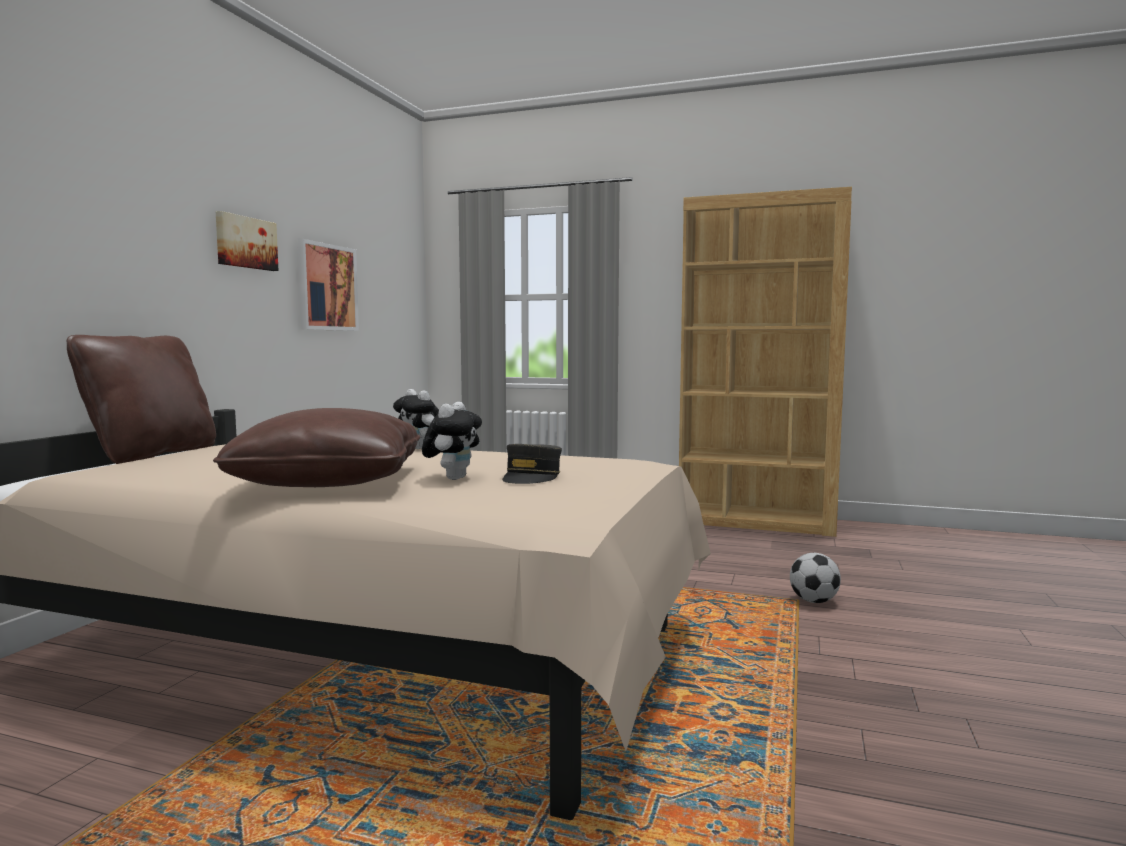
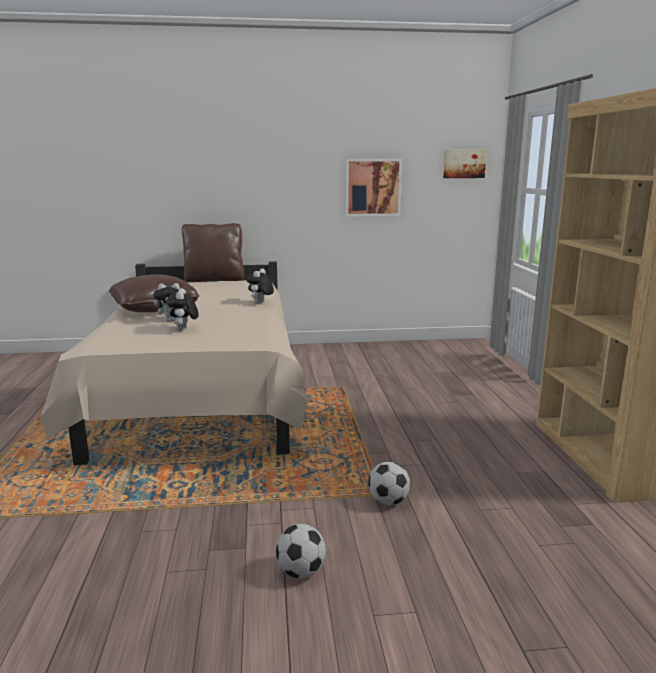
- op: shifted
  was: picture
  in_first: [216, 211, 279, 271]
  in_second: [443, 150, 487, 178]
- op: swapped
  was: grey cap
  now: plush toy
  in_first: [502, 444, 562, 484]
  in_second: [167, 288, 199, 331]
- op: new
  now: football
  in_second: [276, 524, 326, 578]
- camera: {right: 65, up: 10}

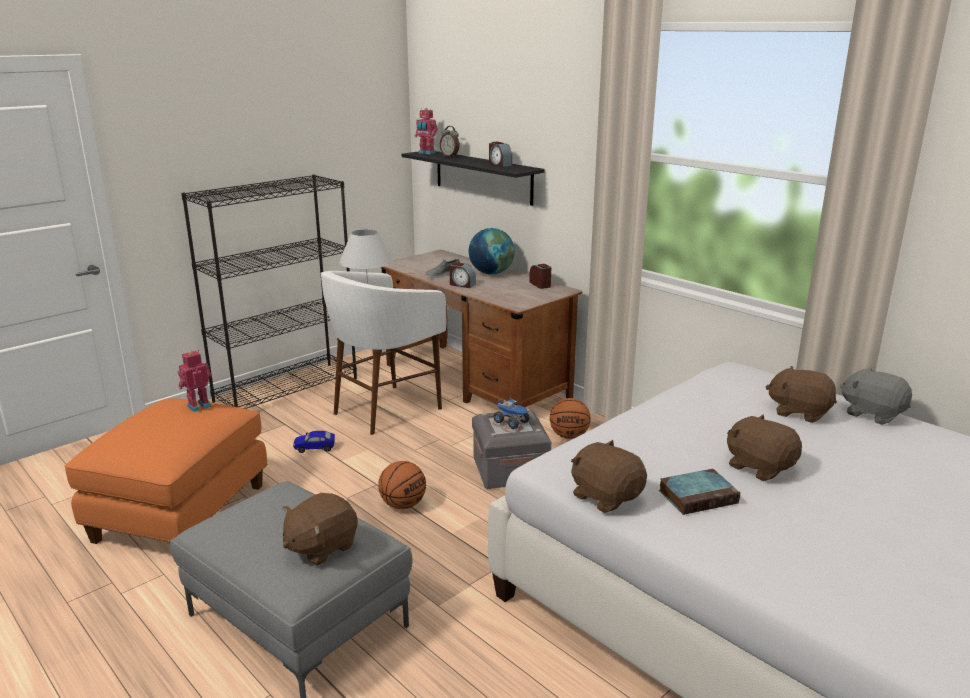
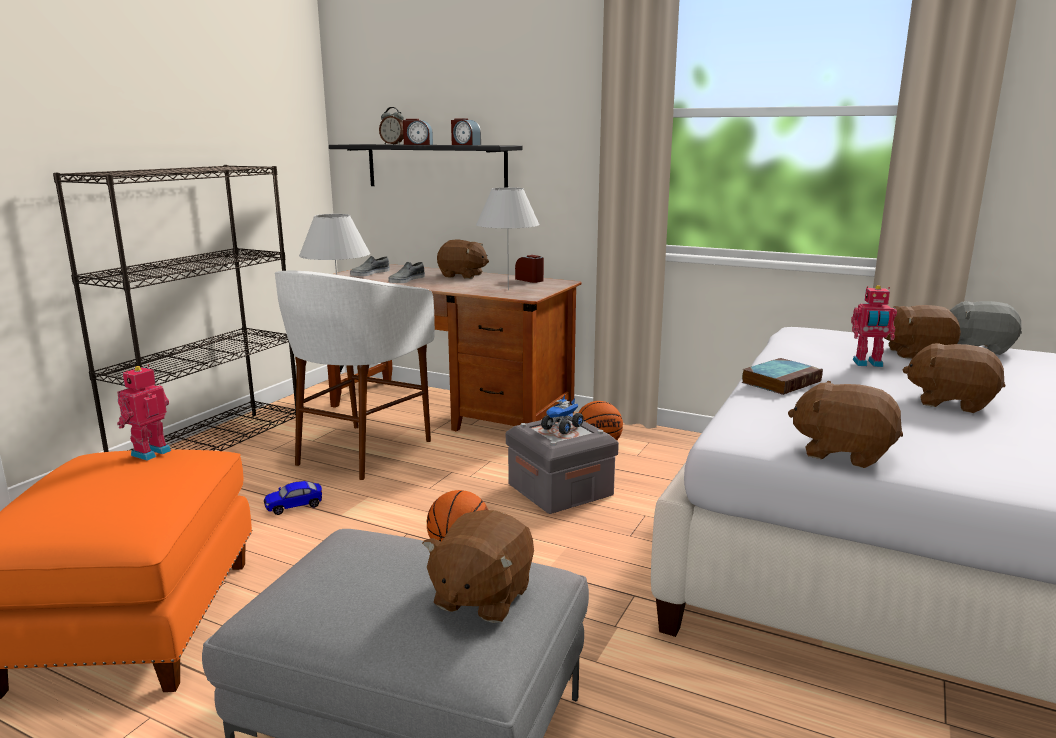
- op: shifted
  was: toy robot
  in_first: [415, 108, 438, 154]
  in_second: [851, 285, 897, 367]
- op: shifted
  was: alarm clock
  in_first: [450, 262, 475, 288]
  in_second: [403, 119, 433, 145]
- op: swapped
  was: globe
  now: brown plush toy
  in_first: [469, 228, 515, 275]
  in_second: [437, 240, 489, 279]
- op: rotated
  was: toy truck
  in_first: [493, 397, 530, 429]
  in_second: [541, 395, 584, 434]
  clockwise: 105
- op: shifted
  was: book
  in_first: [659, 469, 740, 515]
  in_second: [741, 358, 823, 395]
- op: new
  now: grey shoe
  in_second: [350, 256, 390, 276]
- op: new
  now: white table lamp
  in_second: [476, 187, 539, 290]
- camera: {right: -20, up: -5}

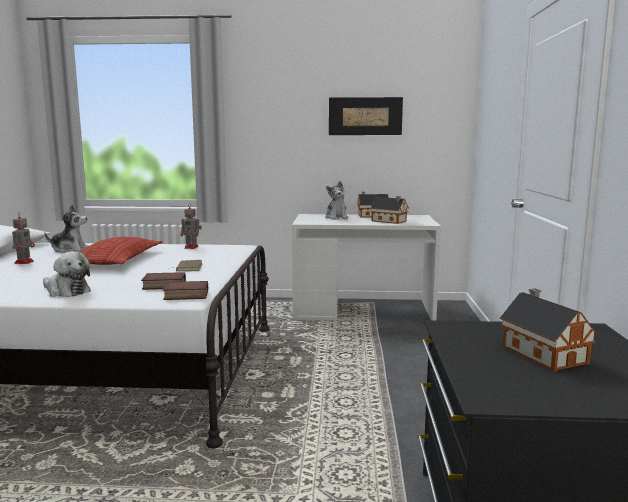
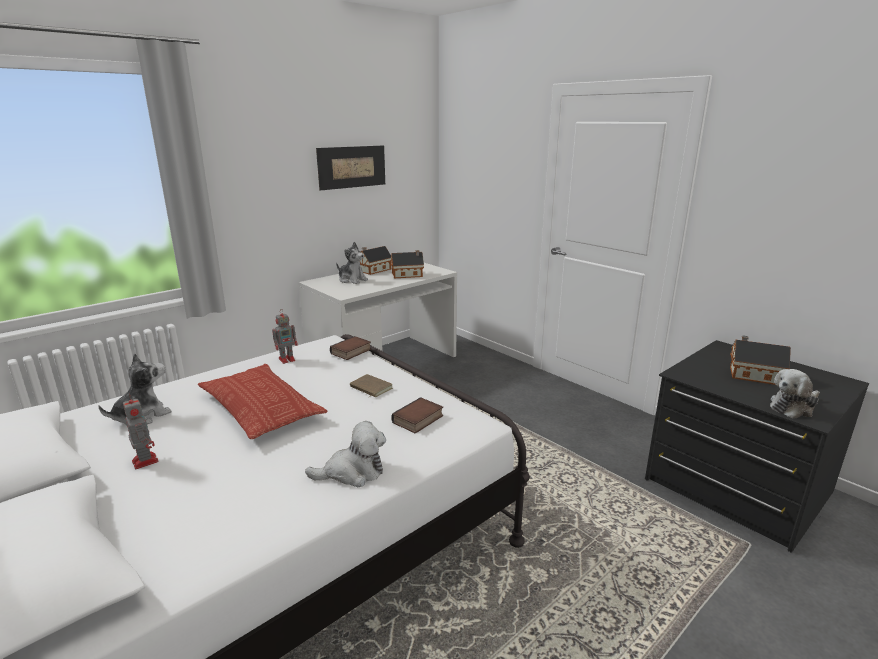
- op: shifted
  was: book
  in_first: [163, 281, 208, 300]
  in_second: [330, 336, 371, 360]
- op: new
  now: plush toy
  in_second: [770, 369, 820, 418]
- camera: {right: -45, up: 10}

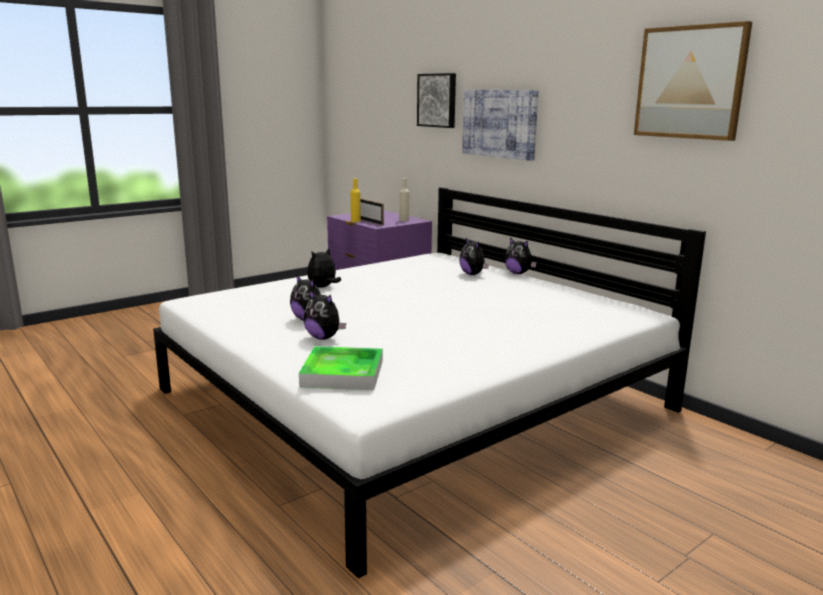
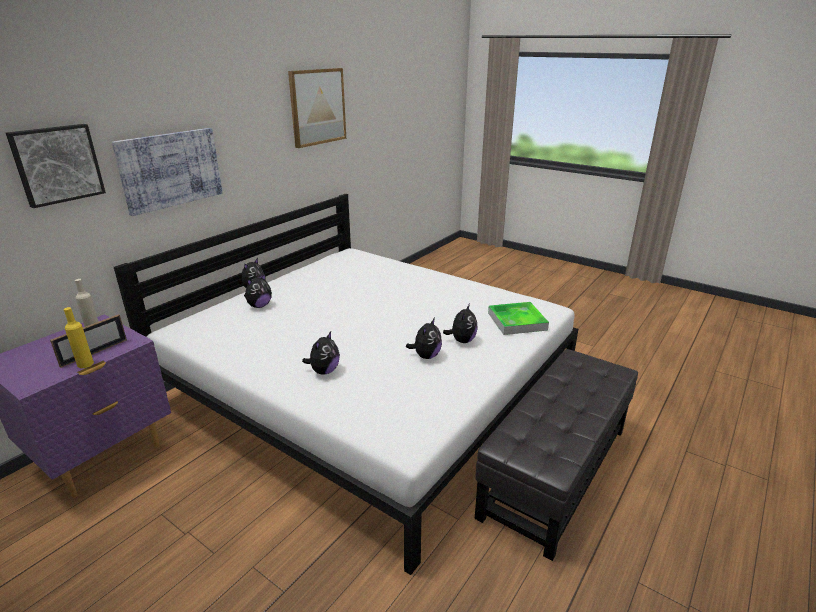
- op: rotated
  was: plush toy
  in_first: [307, 248, 341, 288]
  in_second: [302, 332, 340, 374]
  clockwise: -90
- op: new
  now: black ottoman
  in_second: [475, 349, 638, 561]
- camera: {right: -105, up: 10}

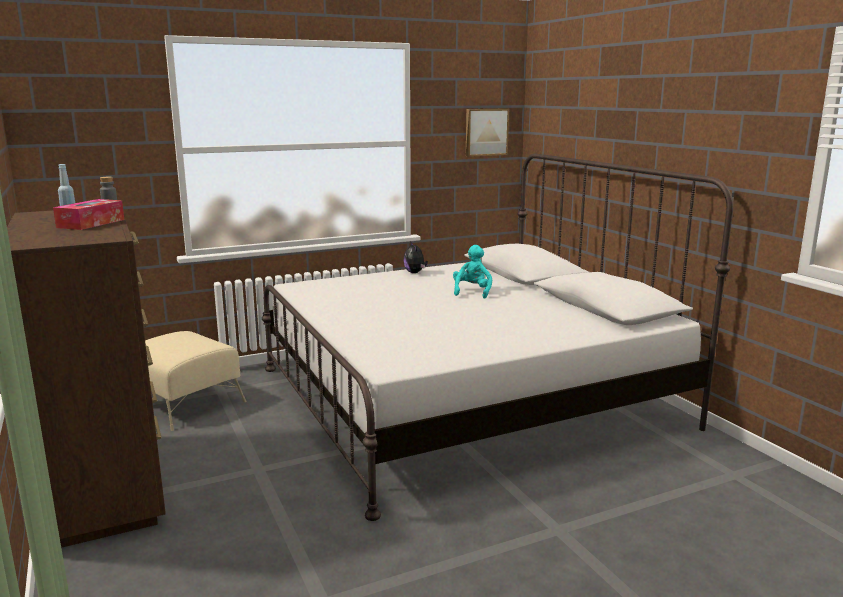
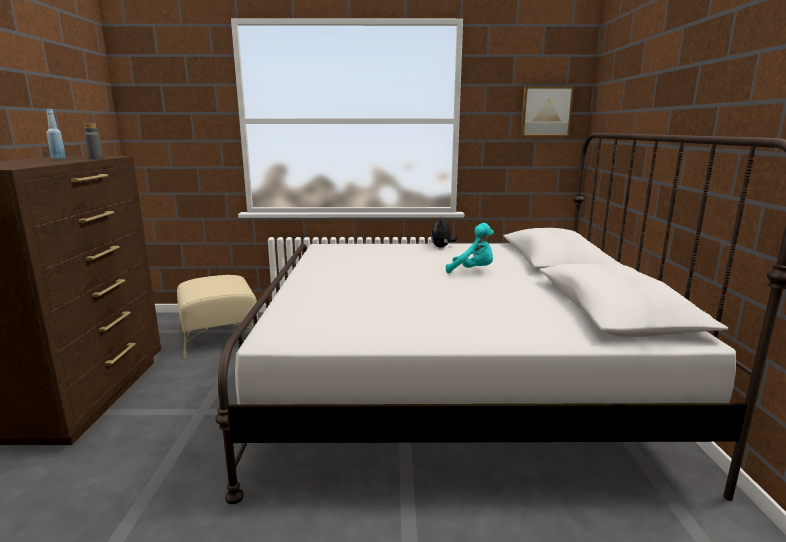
- op: gone
  was: tissue box
  in_first: [53, 199, 124, 230]
- op: rotated
  was: turquoise plush toy
  in_first: [453, 245, 492, 299]
  in_second: [446, 223, 494, 273]
  clockwise: 75
- camera: {right: 25, up: 0}

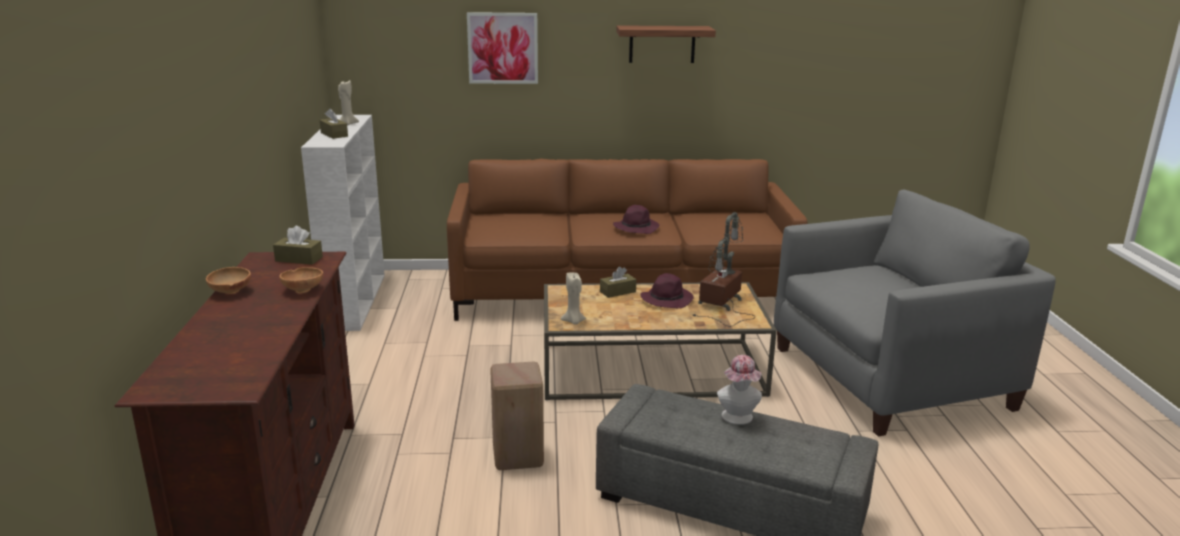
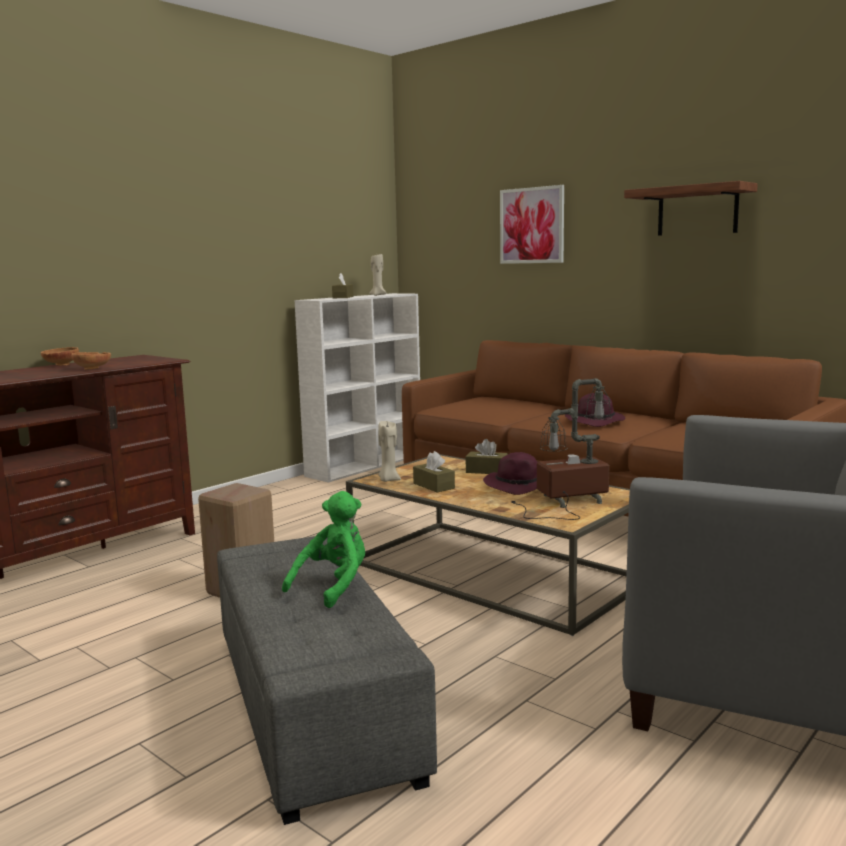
- op: shifted
  was: brown tissue box
  in_first: [273, 226, 323, 265]
  in_second: [413, 451, 455, 492]
- op: swapped
  was: hat
  now: green plush toy
  in_first: [717, 355, 762, 425]
  in_second: [282, 491, 365, 608]
- camera: {right: 45, up: -10}

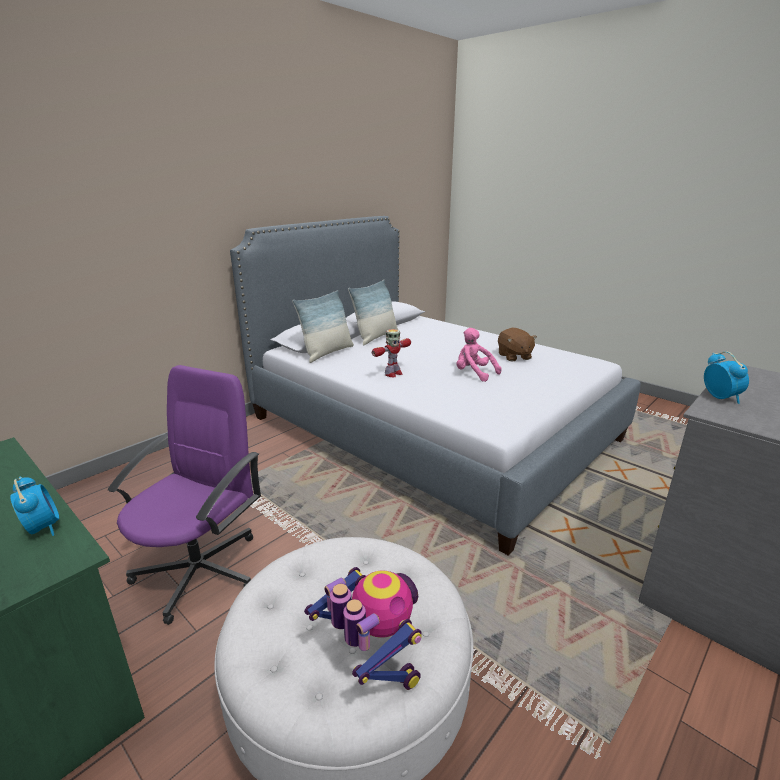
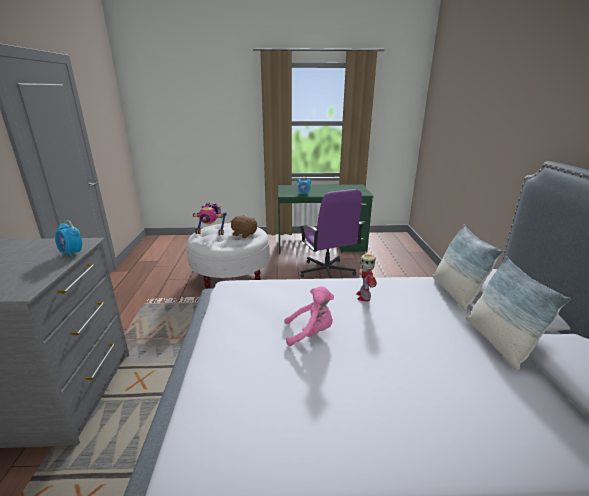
- op: shifted
  was: brown plush toy
  in_first: [498, 328, 537, 362]
  in_second: [231, 215, 257, 238]
- camera: {right: 135, up: 0}

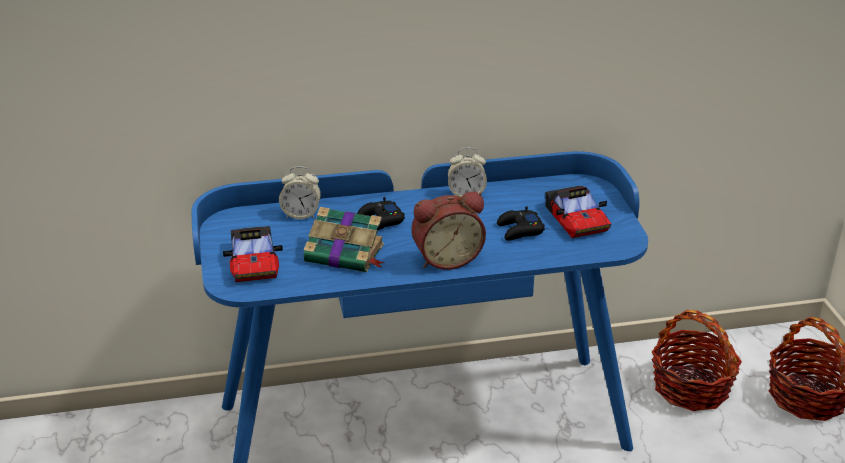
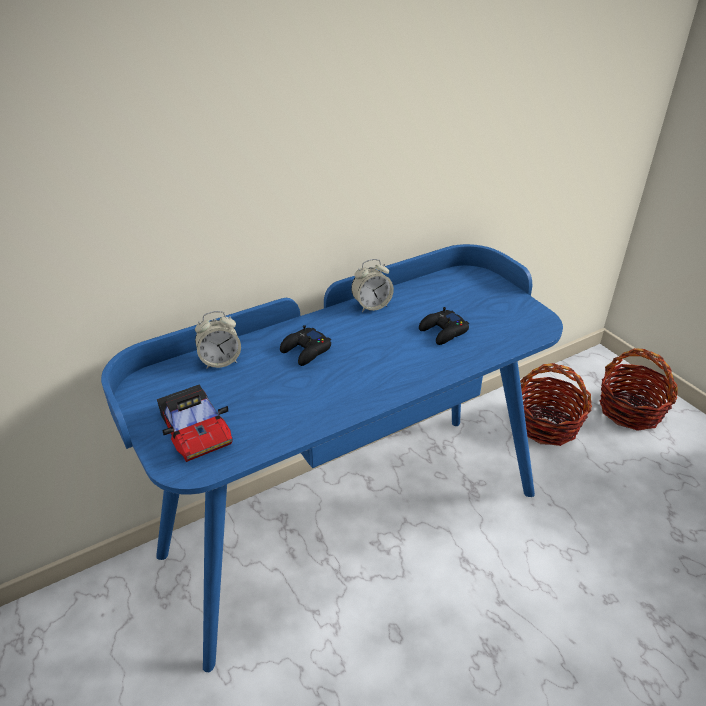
- op: gone
  was: book
  in_first: [304, 207, 385, 272]
- op: gone
  was: alarm clock
  in_first: [412, 192, 486, 270]
- op: gone
  was: toy car
  in_first: [545, 186, 611, 238]
- camera: {right: -20, up: 5}

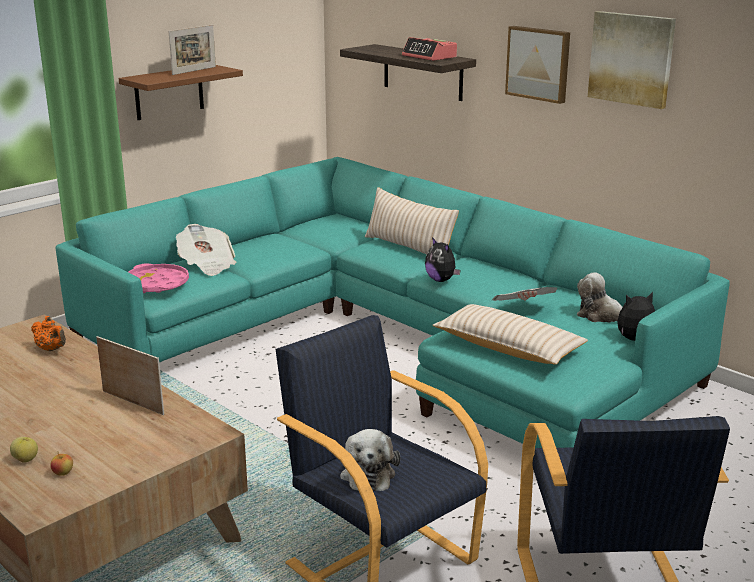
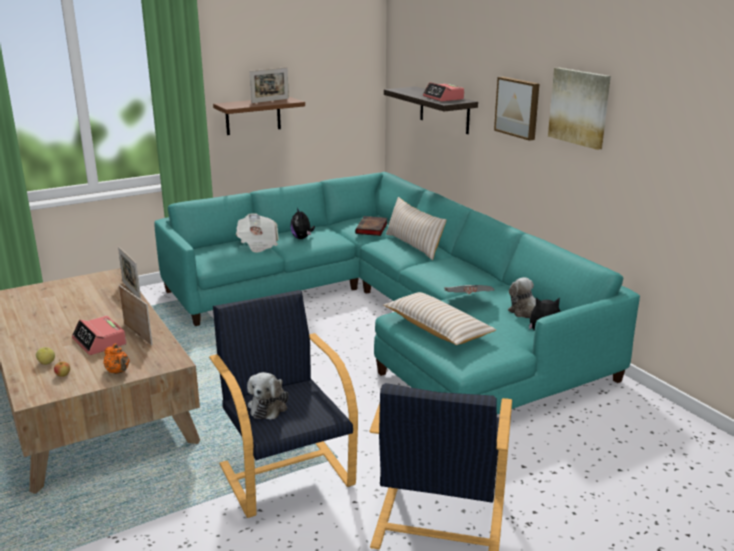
- op: shifted
  was: orange teapot
  in_first: [31, 316, 66, 351]
  in_second: [103, 343, 129, 374]
- op: gone
  was: pink tray
  in_first: [128, 263, 189, 293]
- op: shifted
  was: plush toy
  in_first: [425, 237, 461, 282]
  in_second: [290, 208, 315, 239]
- op: new
  now: alarm clock
  in_second: [72, 316, 127, 355]
- op: new
  now: picture frame
  in_second: [118, 246, 141, 299]
- op: new
  now: book
  in_second: [355, 216, 388, 236]
- camera: {right: 15, up: 0}

